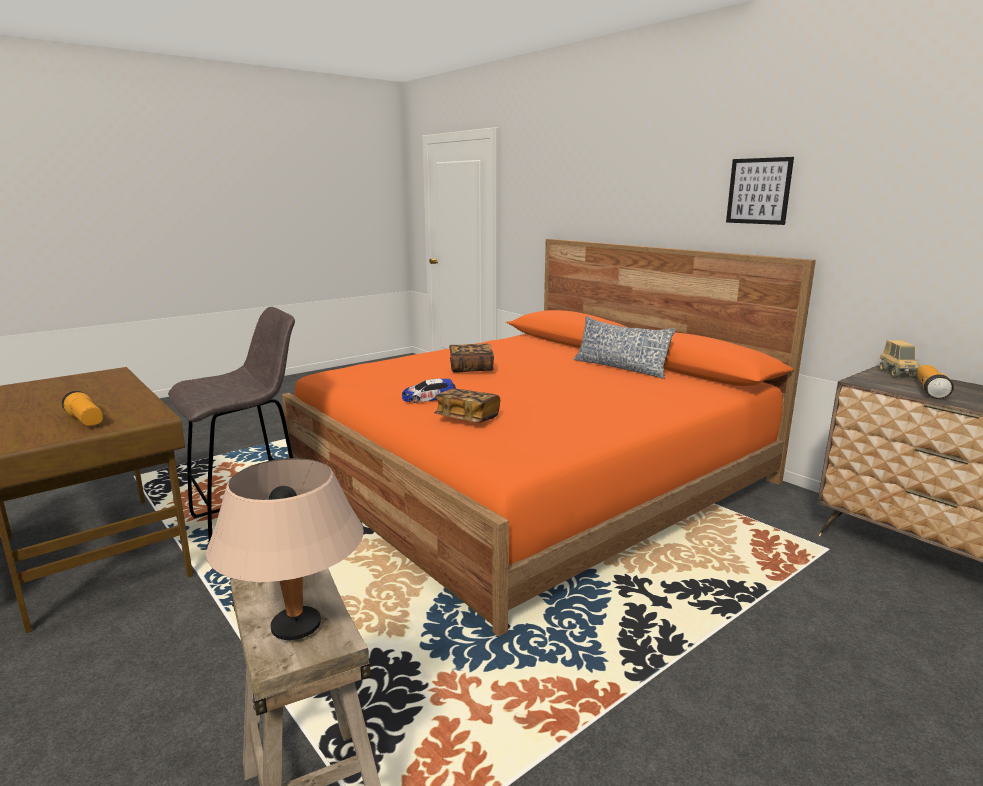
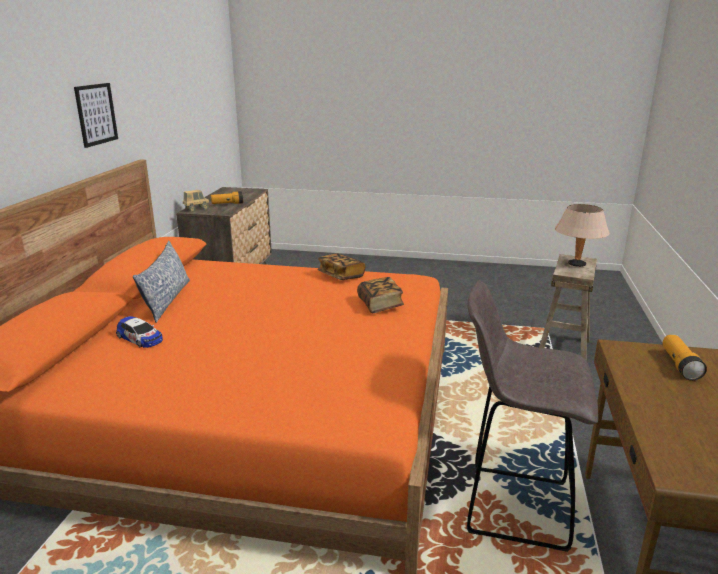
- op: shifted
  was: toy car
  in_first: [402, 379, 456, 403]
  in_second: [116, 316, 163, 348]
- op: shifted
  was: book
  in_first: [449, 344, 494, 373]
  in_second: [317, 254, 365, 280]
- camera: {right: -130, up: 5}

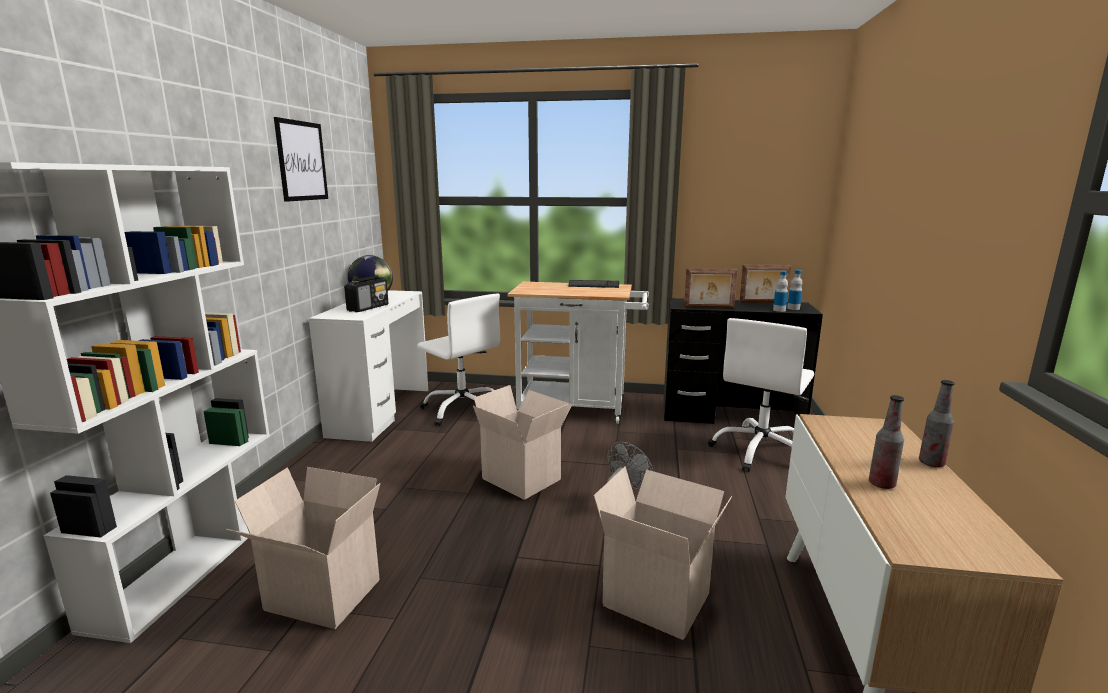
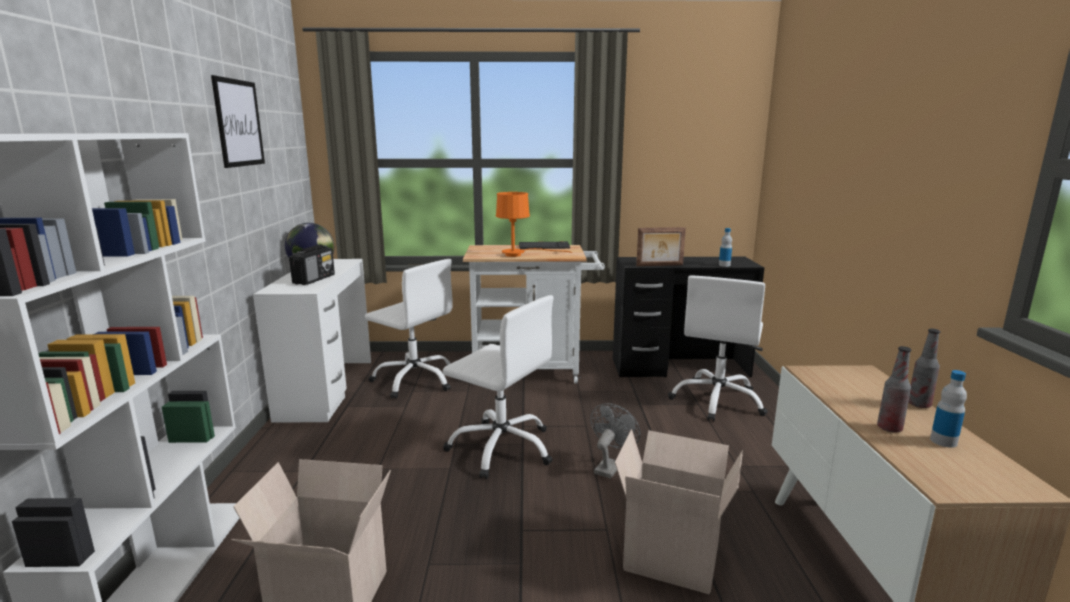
- op: swapped
  was: cardboard box
  now: white office chair
  in_first: [473, 385, 573, 500]
  in_second: [443, 295, 554, 479]
- op: gone
  was: picture frame
  in_first: [739, 265, 791, 303]
- op: shifted
  was: bottle
  in_first: [787, 270, 802, 310]
  in_second: [930, 370, 967, 448]
- op: new
  now: orange table lamp
  in_second: [496, 192, 572, 257]
- camera: {right: -10, up: 0}

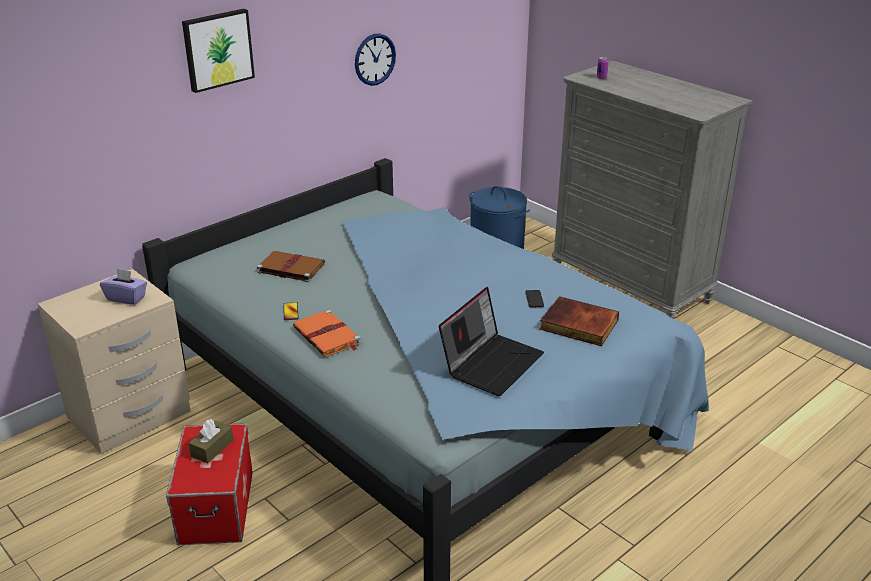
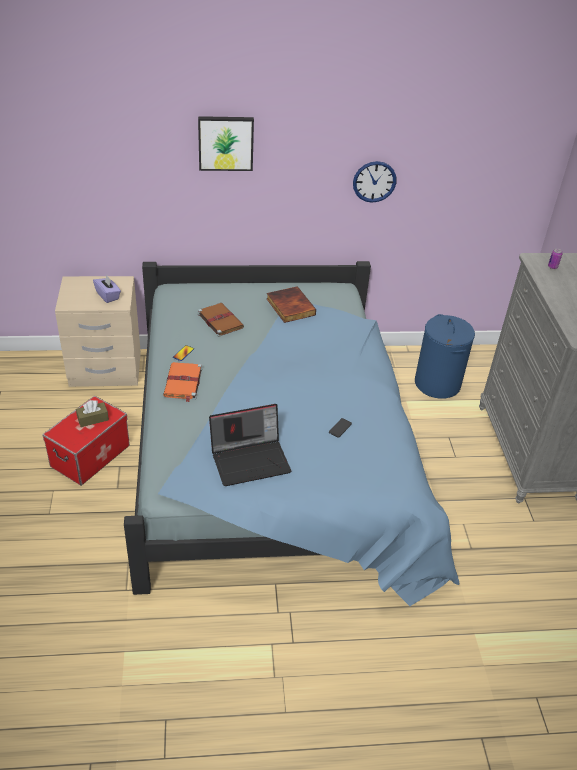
- op: shifted
  was: book
  in_first: [540, 296, 619, 346]
  in_second: [267, 286, 316, 323]
- camera: {right: 35, up: 10}

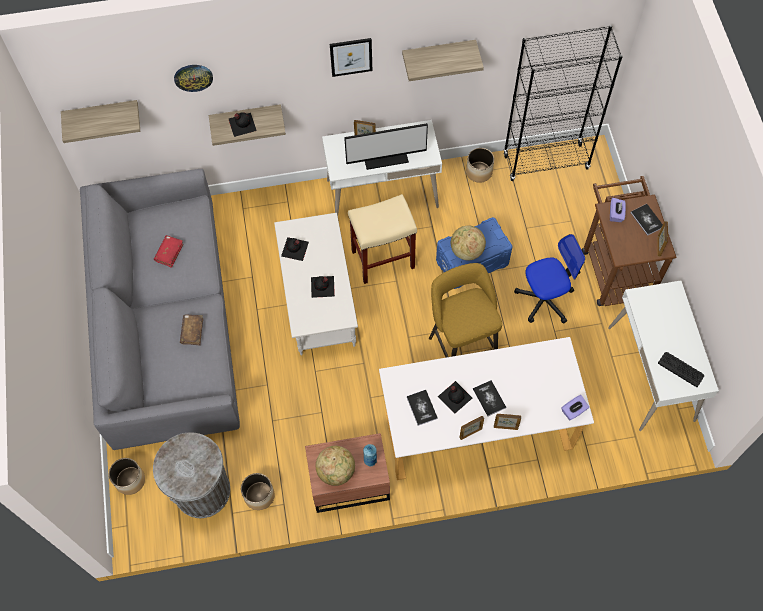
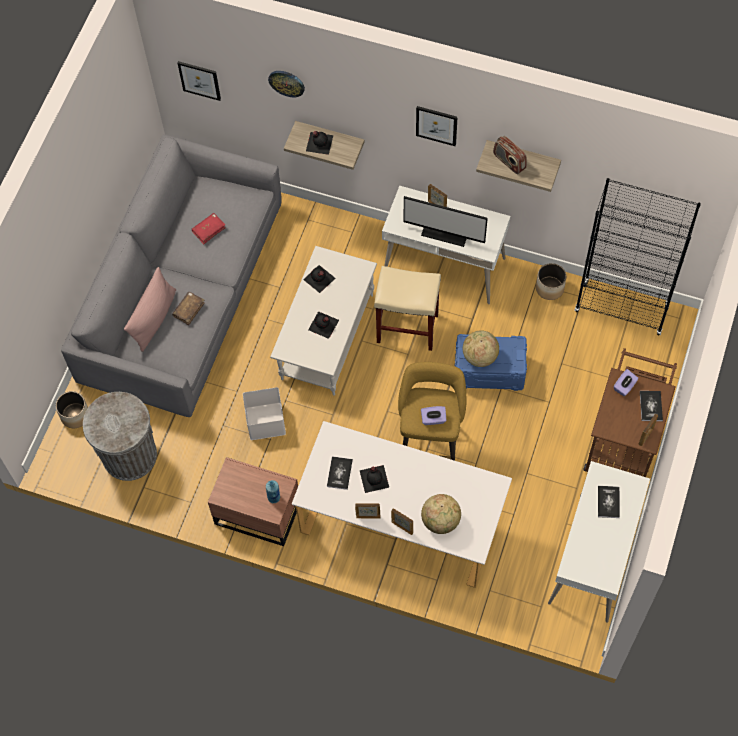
- op: swapped
  was: shelf
  now: picture
  in_first: [61, 100, 140, 143]
  in_second: [177, 61, 221, 101]
- op: gone
  was: planter
  in_first: [241, 473, 275, 510]
- op: shifted
  was: globe
  in_first: [316, 446, 355, 486]
  in_second: [421, 494, 461, 534]
- op: shifted
  was: book
  in_first: [473, 380, 506, 416]
  in_second: [598, 486, 620, 518]
- op: gone
  was: office chair
  in_first: [514, 234, 585, 324]
- op: shifted
  was: purple tissue box
  in_first: [561, 395, 589, 420]
  in_second: [421, 406, 447, 425]
- op: gone
  was: keyboard
  in_first: [658, 352, 704, 387]
- op: new
  now: pink pillow
  in_second: [124, 267, 176, 352]
- op: new
  now: white storage box
  in_second: [243, 387, 286, 440]
- op: new
  now: radio
  in_second: [493, 136, 527, 175]
- camera: {right: 30, up: 0}

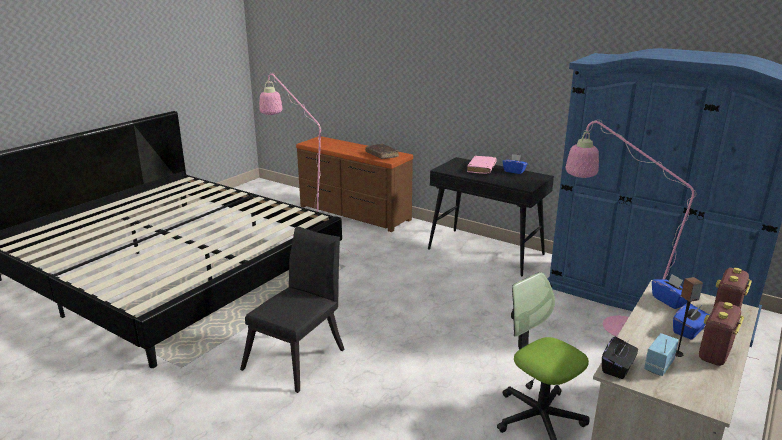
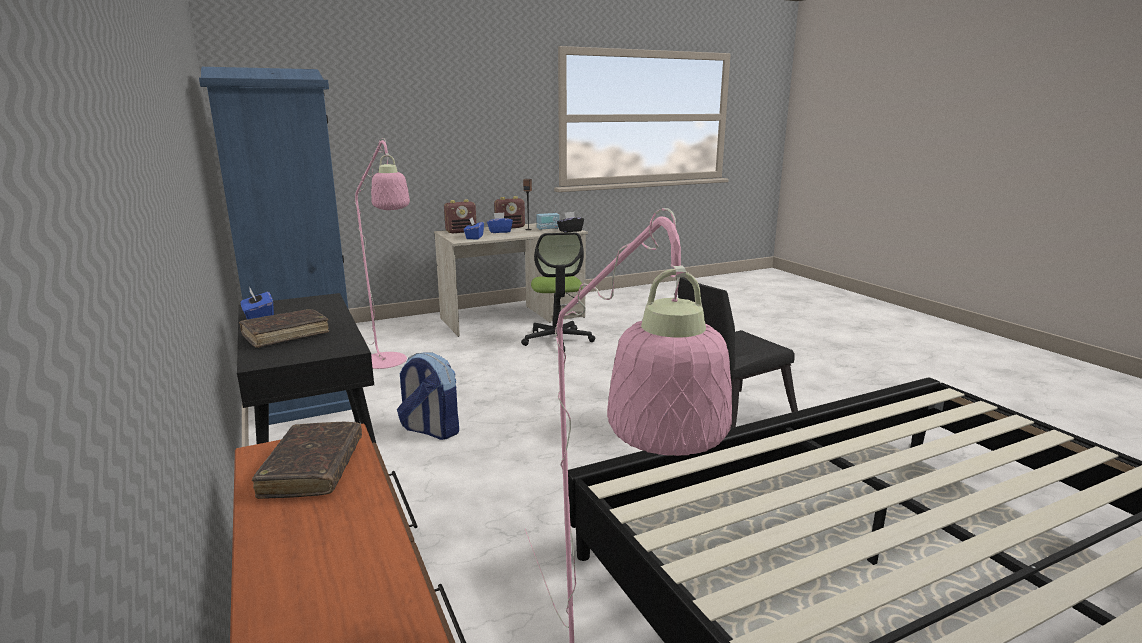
- op: repainted
  was: pink book
  now: brown book
  in_first: [467, 156, 497, 174]
  in_second: [239, 309, 329, 348]
- op: new
  now: backpack
  in_second: [397, 352, 459, 440]
- camera: {right: -150, up: -5}

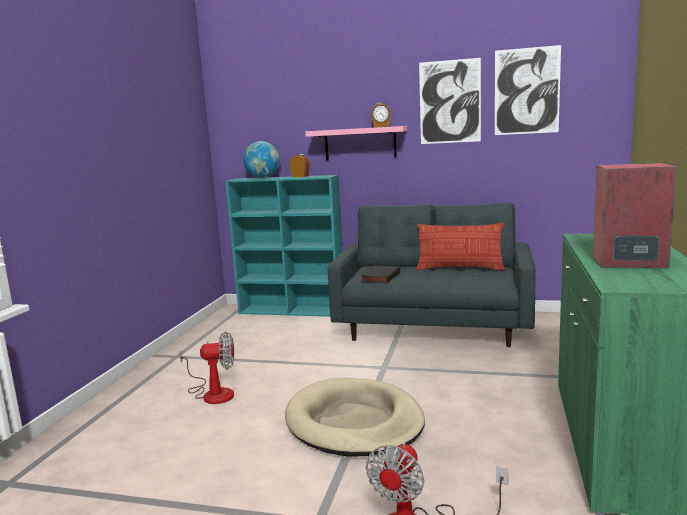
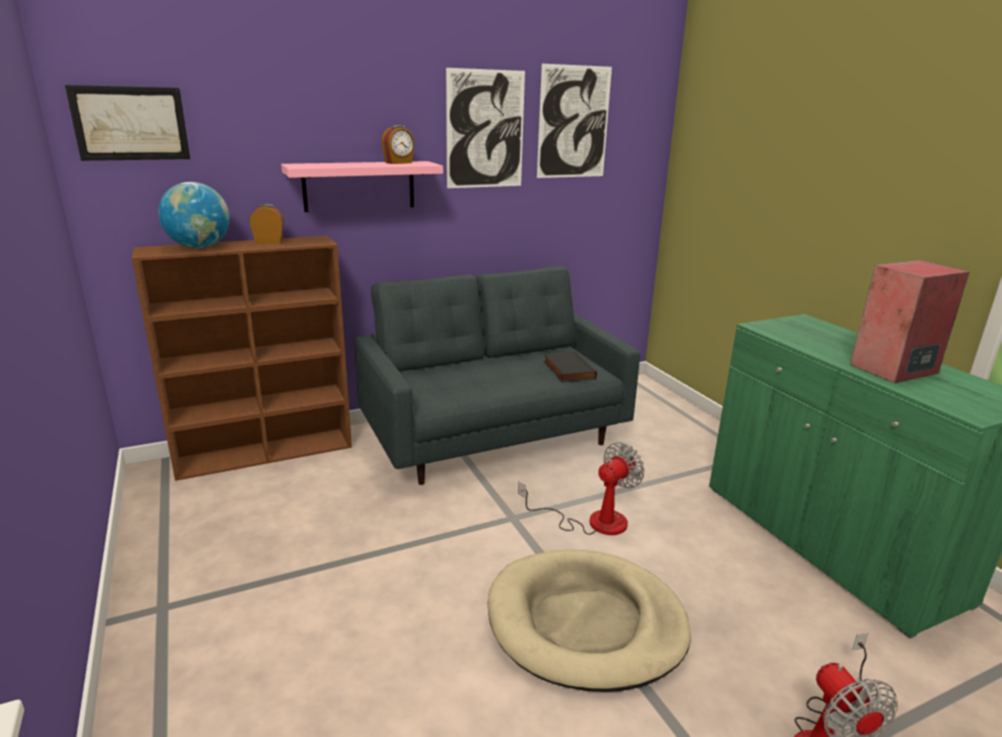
- op: shifted
  was: fan
  in_first: [180, 331, 234, 404]
  in_second: [518, 442, 644, 535]
- op: repainted
  was: turquoise bookcase
  now: brown bookcase
  in_first: [225, 175, 343, 317]
  in_second: [132, 236, 352, 481]
- op: shifted
  was: black book
  in_first: [360, 266, 400, 283]
  in_second: [544, 351, 597, 382]
- op: gone
  was: pillow
  in_first: [416, 223, 505, 271]
- op: new
  now: picture
  in_second: [65, 85, 190, 161]
- camera: {right: -40, up: 10}

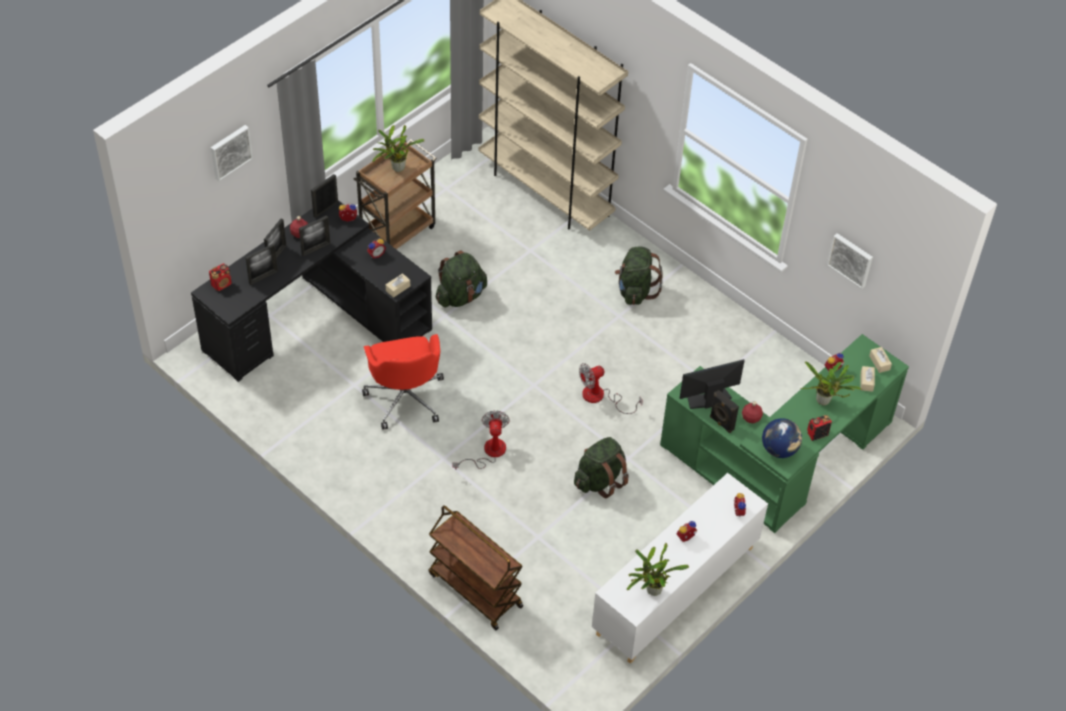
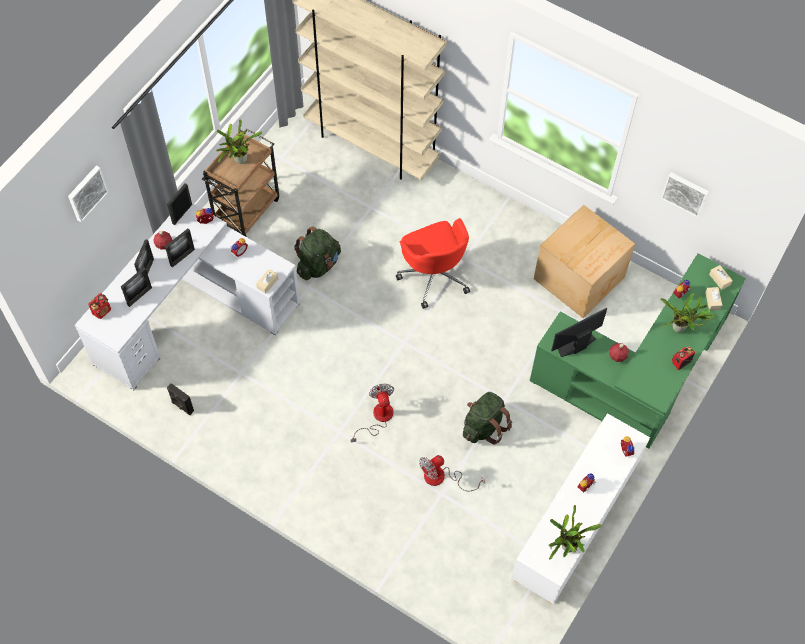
- op: repainted
  was: black desk
  now: white desk
  in_first: [191, 200, 432, 382]
  in_second: [75, 203, 300, 390]
- op: shifted
  was: red office chair
  in_first: [362, 334, 444, 430]
  in_second: [396, 218, 470, 309]
- op: gone
  was: brown cart
  in_first: [429, 505, 523, 630]
- op: shifted
  was: fan
  in_first: [579, 363, 643, 414]
  in_second: [419, 455, 485, 491]
- op: gone
  was: green backpack
  in_first: [615, 246, 663, 305]
- op: shifted
  was: black speaker
  in_first: [710, 390, 739, 433]
  in_second: [167, 383, 194, 415]
- op: gone
  was: globe
  in_first: [762, 418, 802, 458]
- op: new
  now: cardboard box
  in_second: [534, 205, 635, 318]
- camera: {right: -10, up: 10}

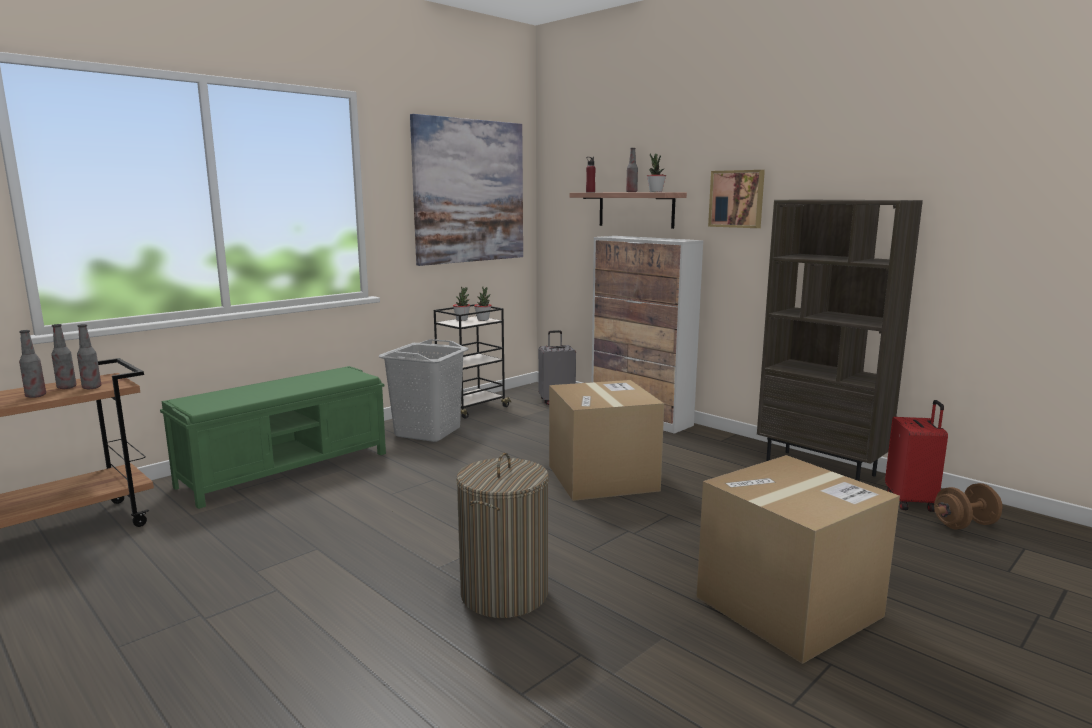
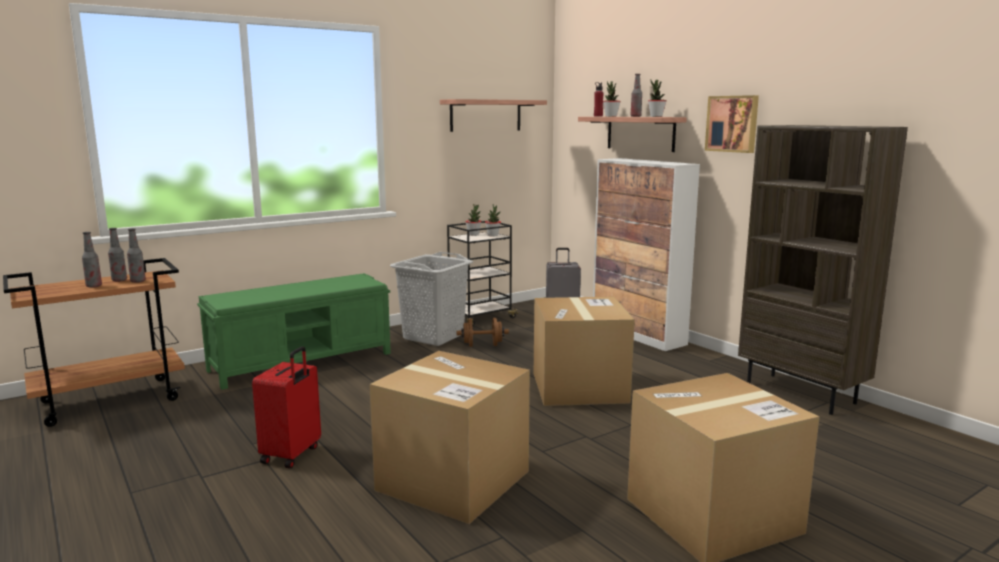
- op: swapped
  was: picture
  now: shelf
  in_first: [410, 114, 523, 266]
  in_second: [440, 99, 547, 132]
- op: swapped
  was: laundry basket
  now: cardboard box
  in_first: [456, 453, 549, 618]
  in_second: [369, 351, 530, 524]
- op: shifted
  was: red suitcase
  in_first: [885, 400, 948, 512]
  in_second: [252, 346, 321, 468]
- op: shifted
  was: brown dumbbell
  in_first: [934, 483, 1003, 530]
  in_second: [457, 318, 509, 347]
- op: new
  now: potted plant
  in_second: [603, 81, 621, 117]
- camera: {right: 10, up: 0}

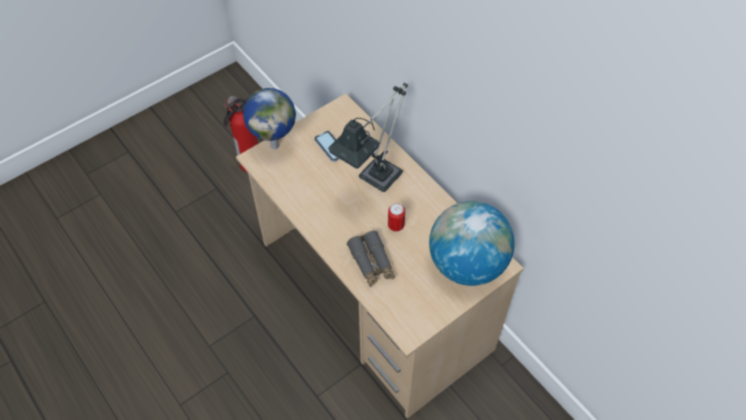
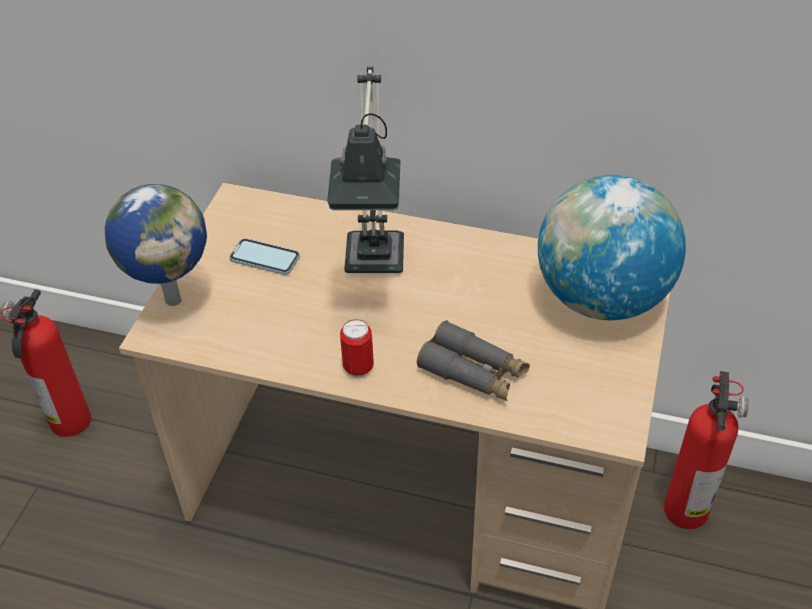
- op: shifted
  was: can
  in_first: [388, 203, 405, 232]
  in_second: [340, 319, 374, 377]
- op: new
  now: fire extinguisher
  in_second: [664, 371, 749, 529]
- camera: {right: -35, up: -10}

